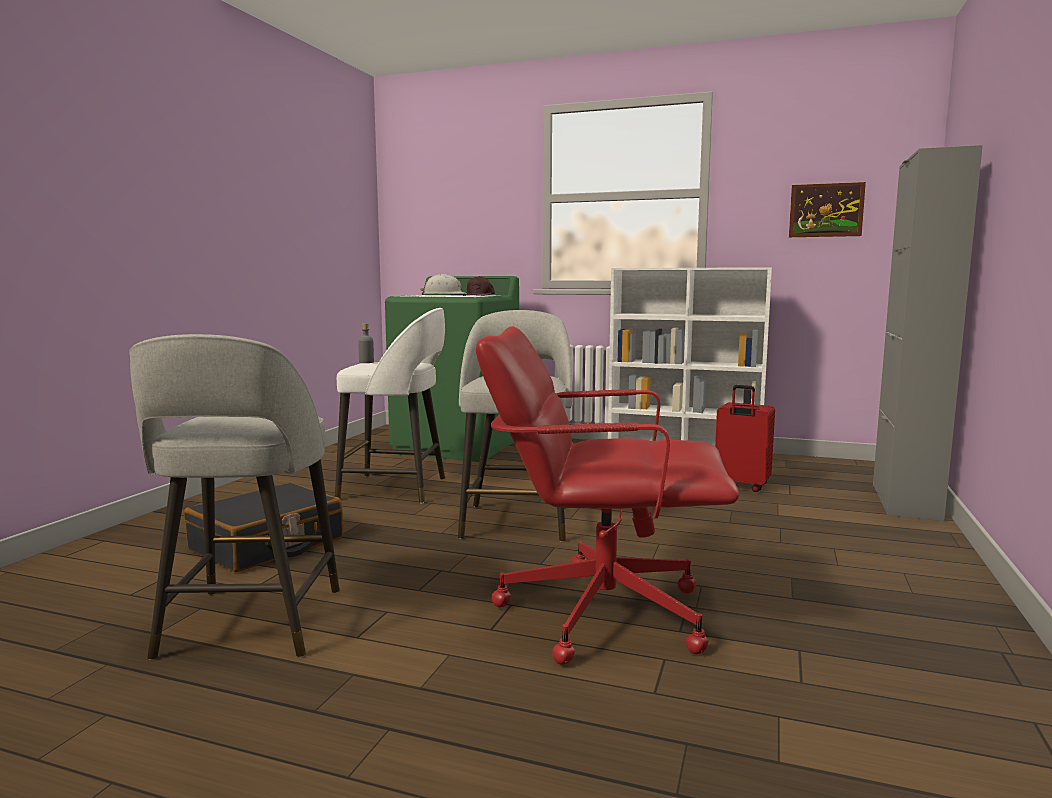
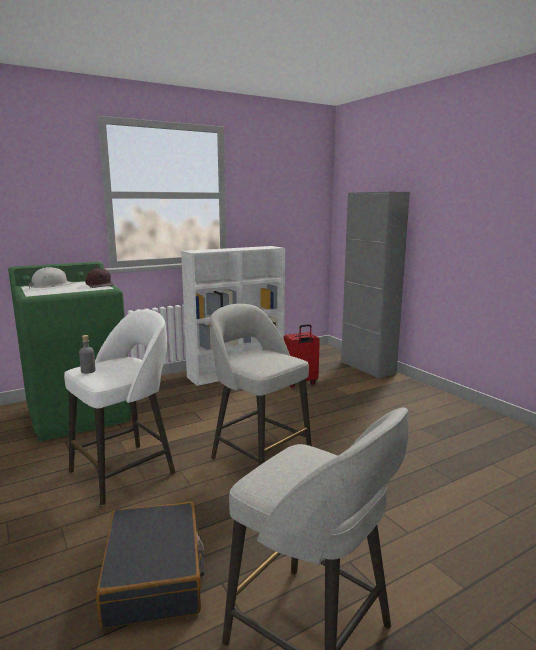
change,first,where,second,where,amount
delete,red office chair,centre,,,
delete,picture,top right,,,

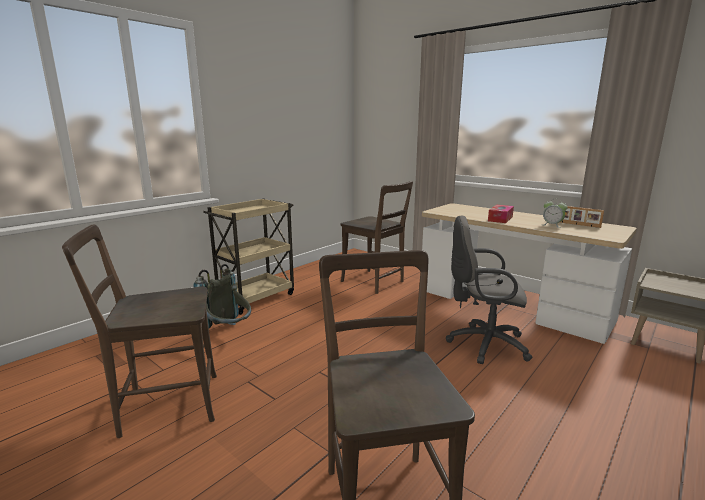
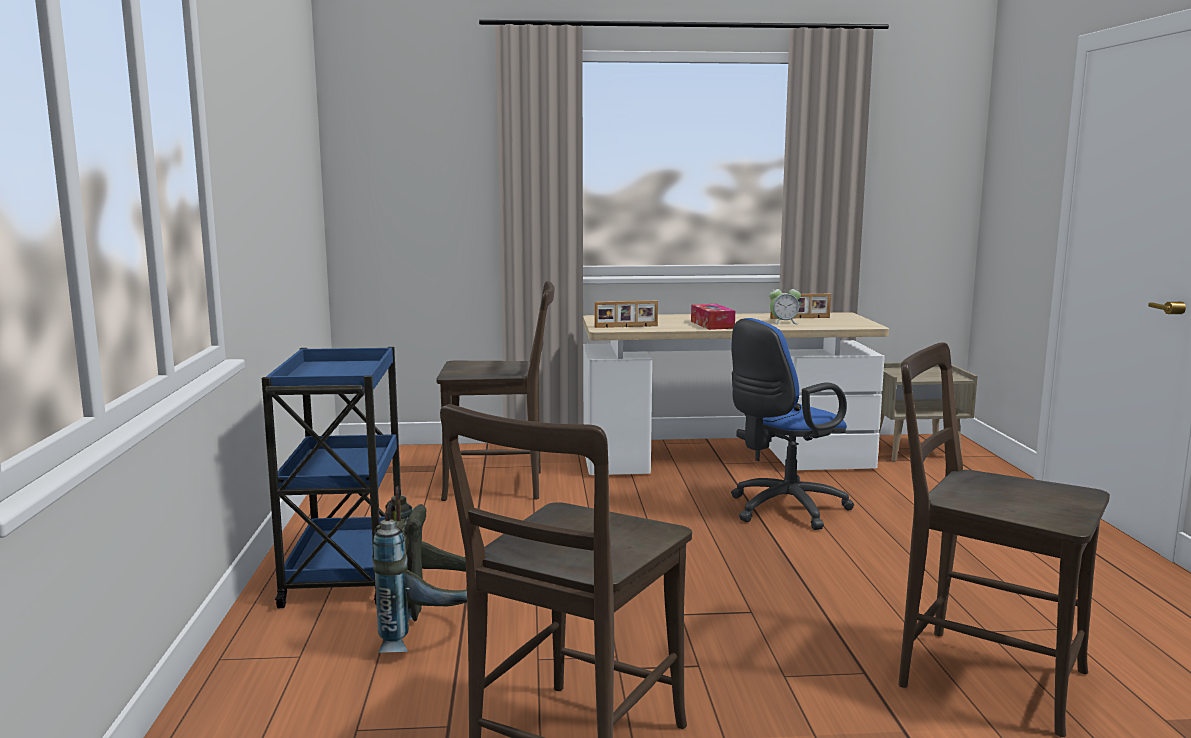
change,first,where,second,where,amount
insert,,,picture frame (1st from left),centre,
recolor,beige cart,centre,blue cart,middle left,
recolor,grey office chair,middle right,blue office chair,centre,

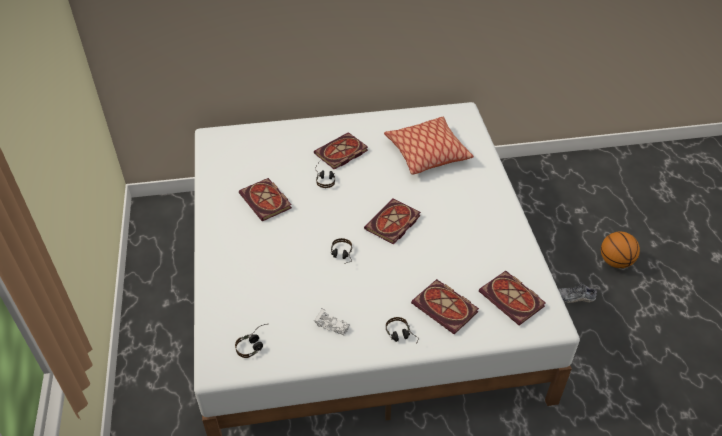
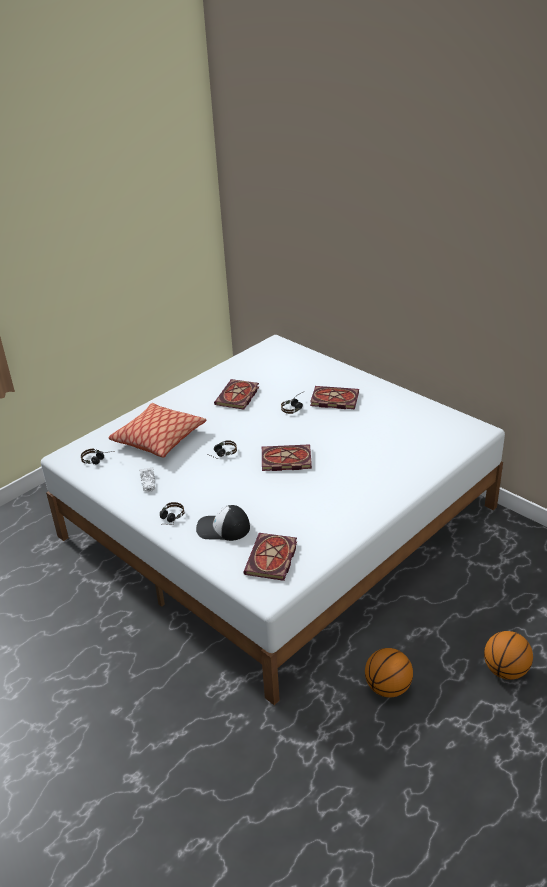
change,first,where,second,where,amount
delete,shoe,bottom right,,,
insert,,,basketball (1st from left),bottom right,
move,pillow,centre,,middle left,
replace,book (4th from left),bottom centre,cap,centre,

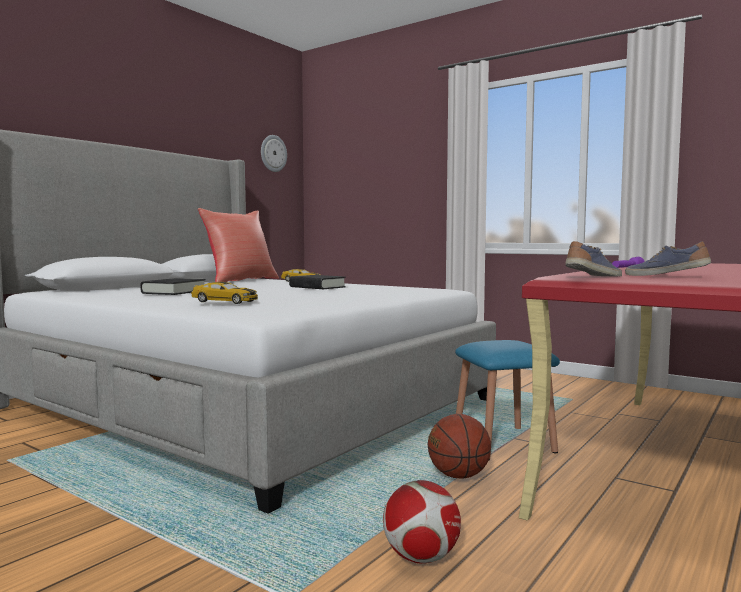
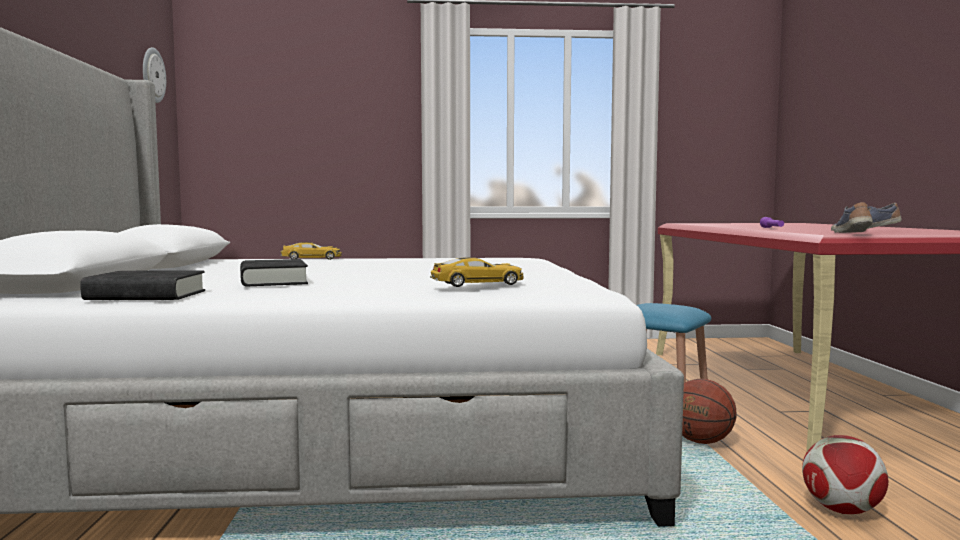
change,first,where,second,where,amount
delete,red pillow,middle left,,,
move,black book (2nd from left in the first image),centre,black book (1st from left),middle left,

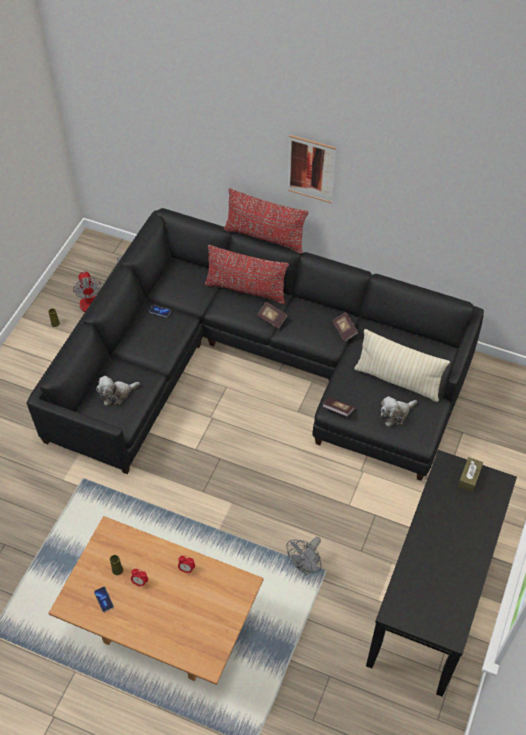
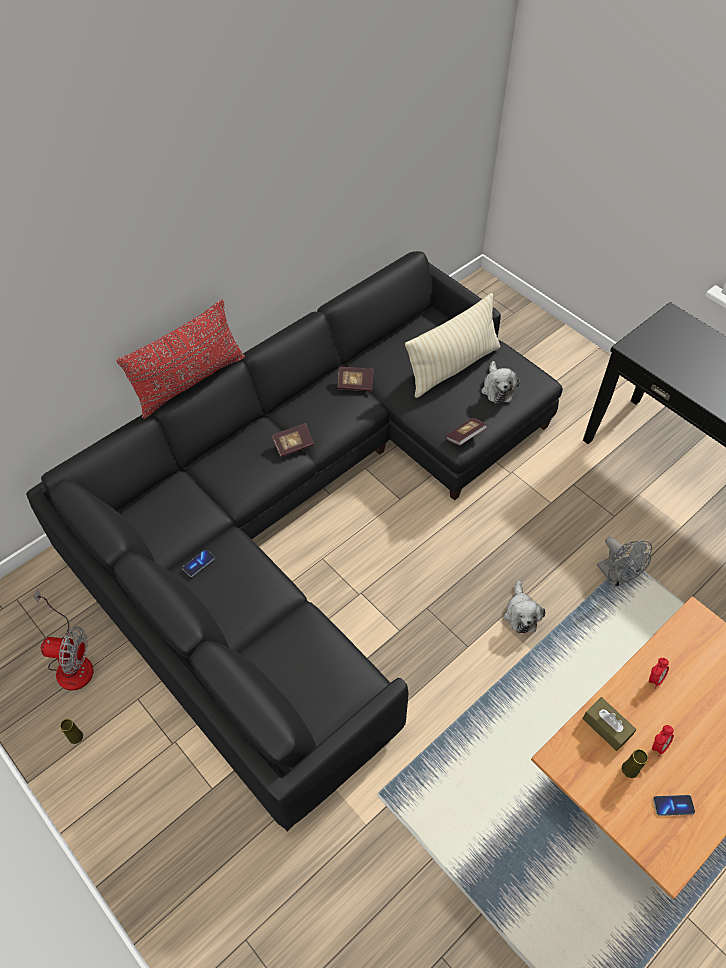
change,first,where,second,where,amount
delete,red pillow (1st from left),centre,,,
delete,picture,top centre,,,
move,plush toy (1st from left in the first image),middle left,plush toy (2nd from left),middle right,
move,brown tissue box,middle right,,bottom right,

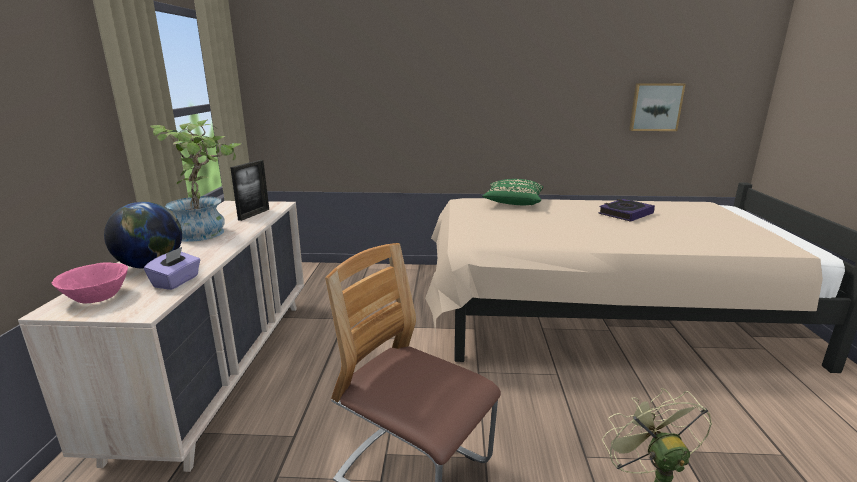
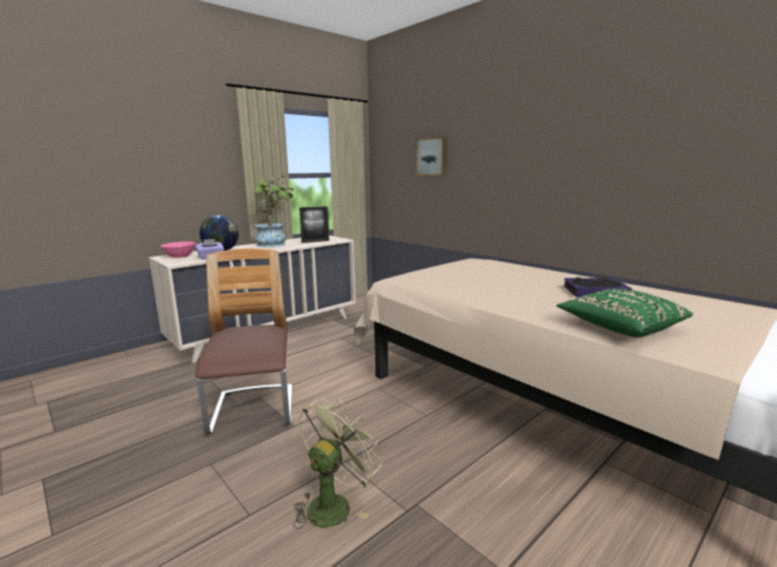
change,first,where,second,where,amount
move,green pillow,centre,,middle right,
move,picture,top right,,top centre,

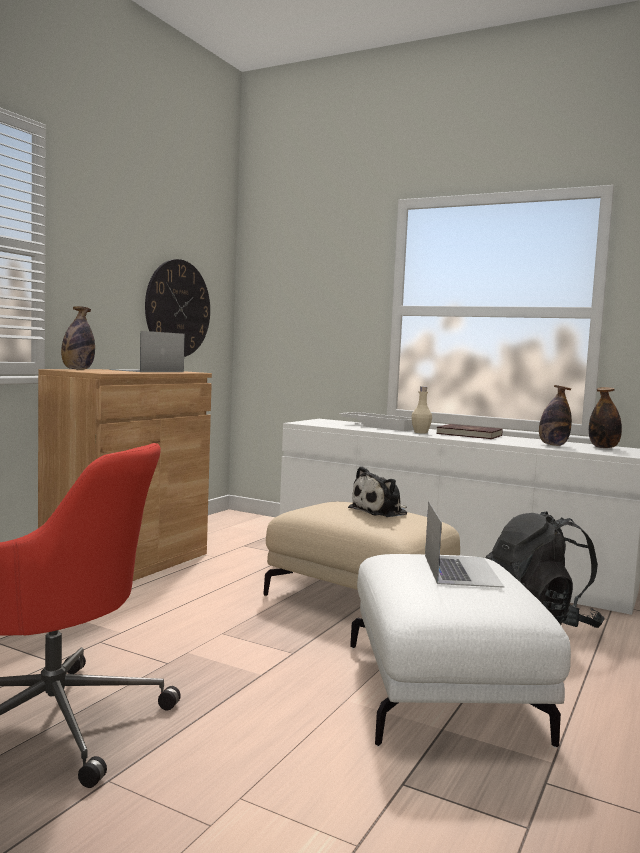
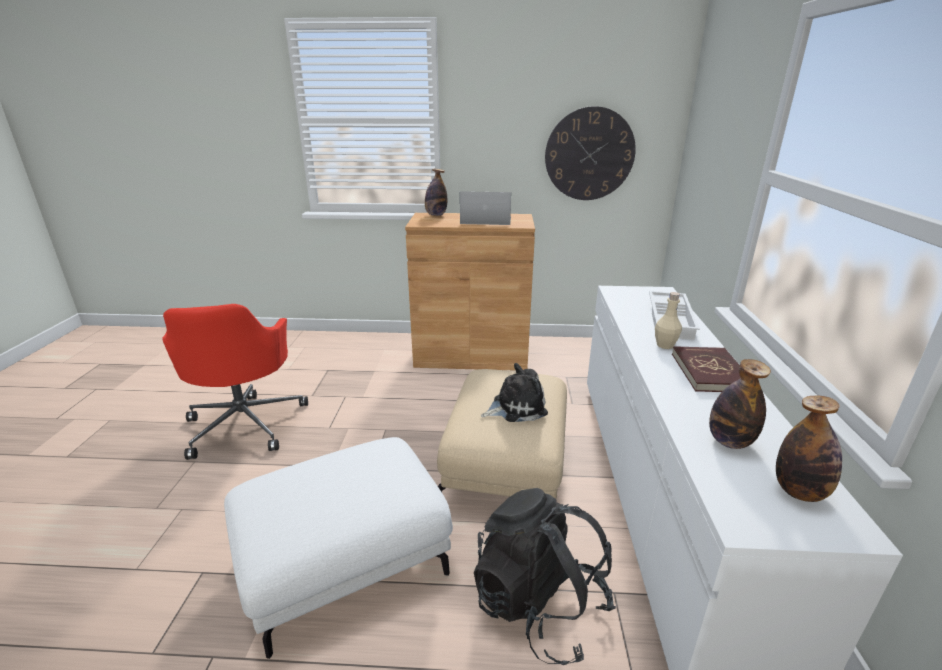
change,first,where,second,where,amount
delete,laptop (2nd from left),middle right,,,
rotate,plush toy,centre,,centre,135 degrees clockwise

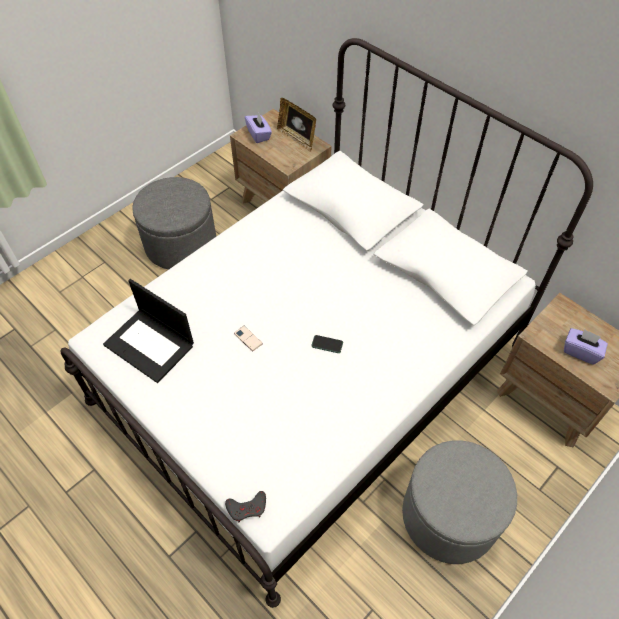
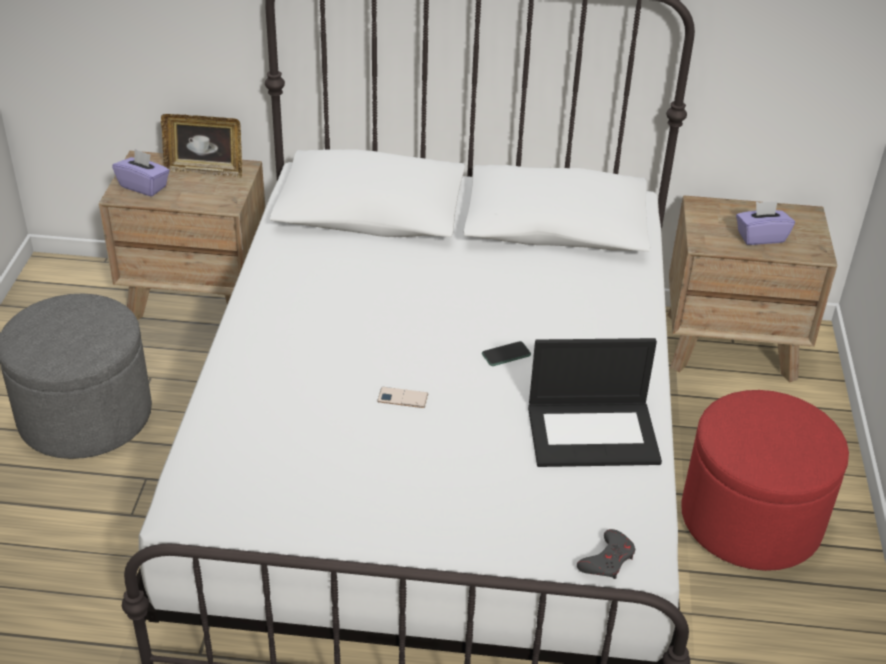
change,first,where,second,where,amount
move,laptop,middle left,,middle right,
recolor,grey ottoman (2nd from left),bottom right,red ottoman,bottom right,

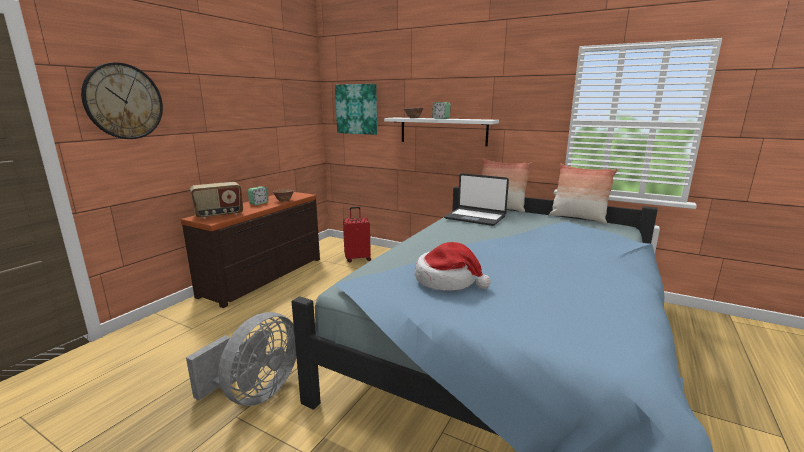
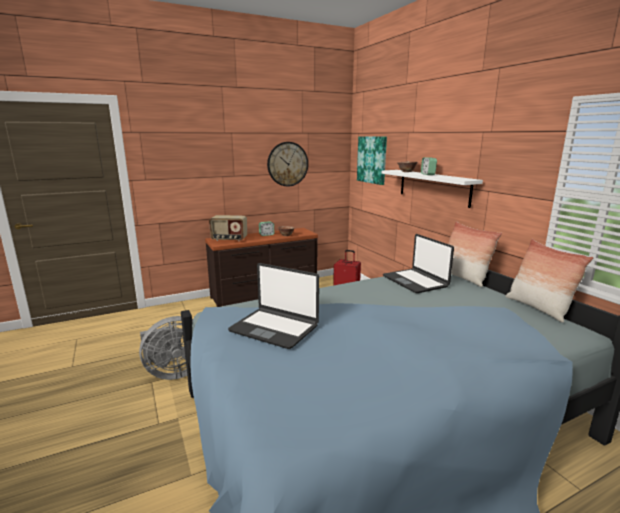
change,first,where,second,where,amount
move,wall clock,top left,,top centre,
replace,hat,centre,laptop (1st from left),centre,

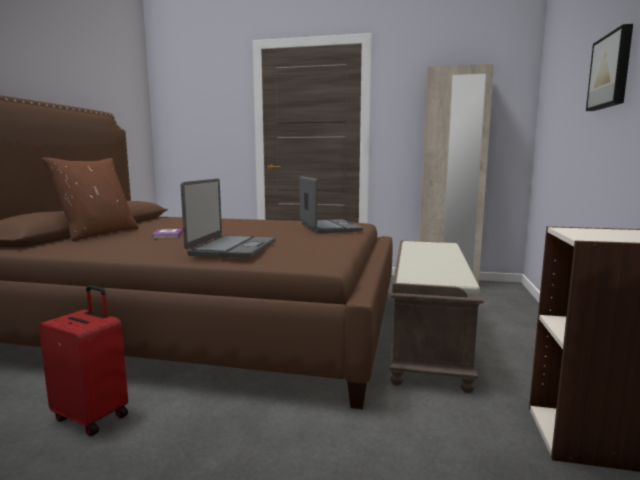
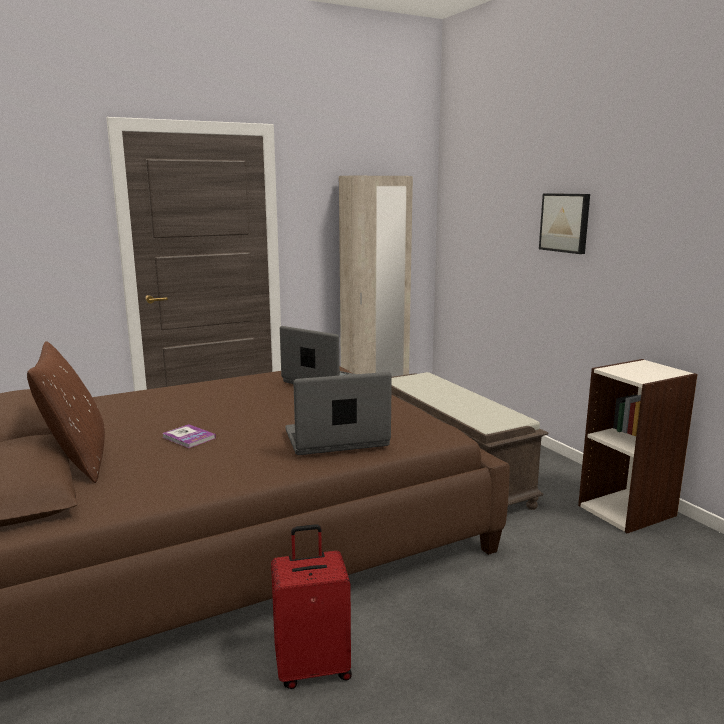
change,first,where,second,where,amount
rotate,laptop (1st from left in the first image),centre,laptop (2nd from left),centre,75 degrees counterclockwise

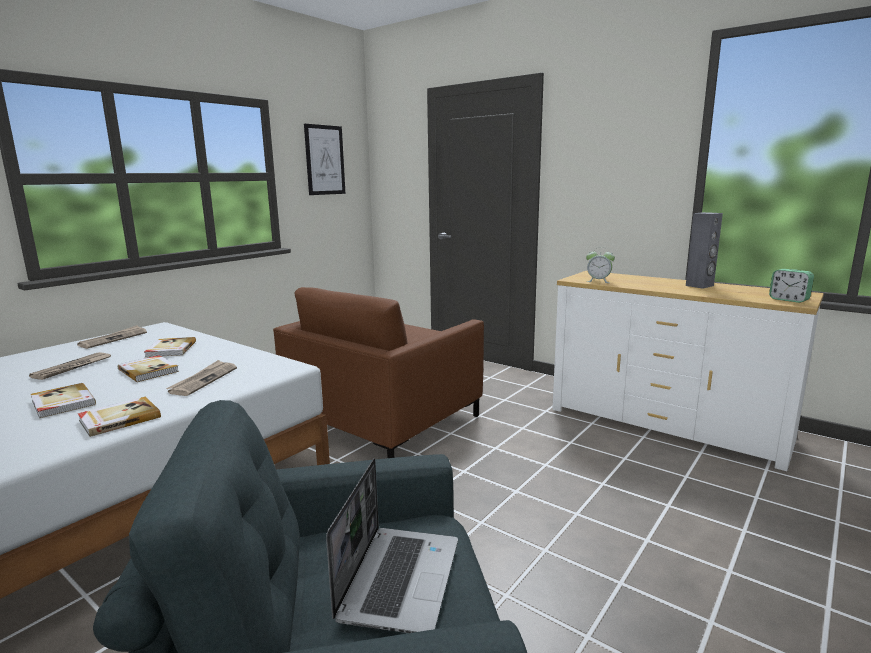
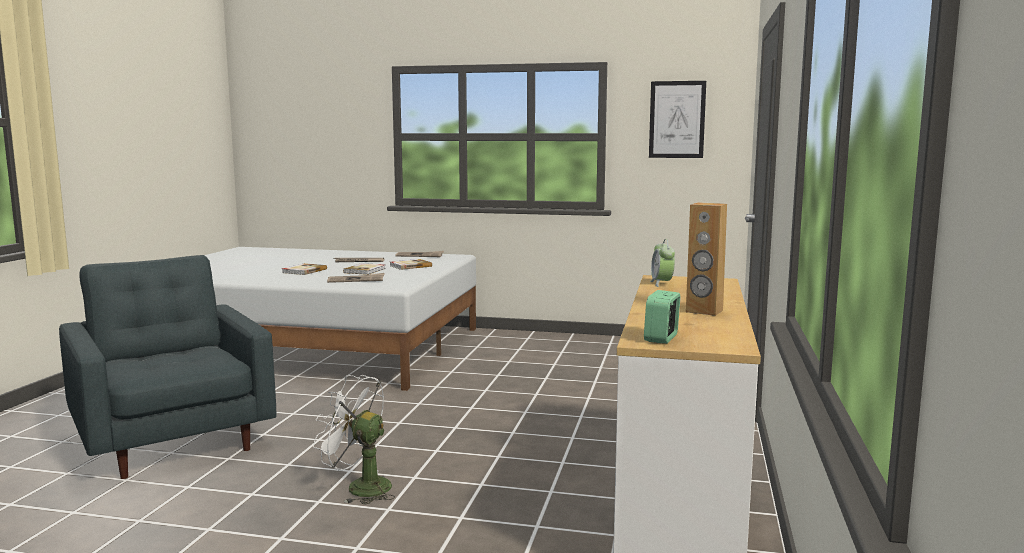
change,first,where,second,where,amount
delete,book (2nd from left),middle left,,,
delete,brown armchair,centre,,,
delete,laptop,bottom centre,,,
insert,,,white fan,bottom centre,
recolor,grey speaker,middle right,brown speaker,middle right,

